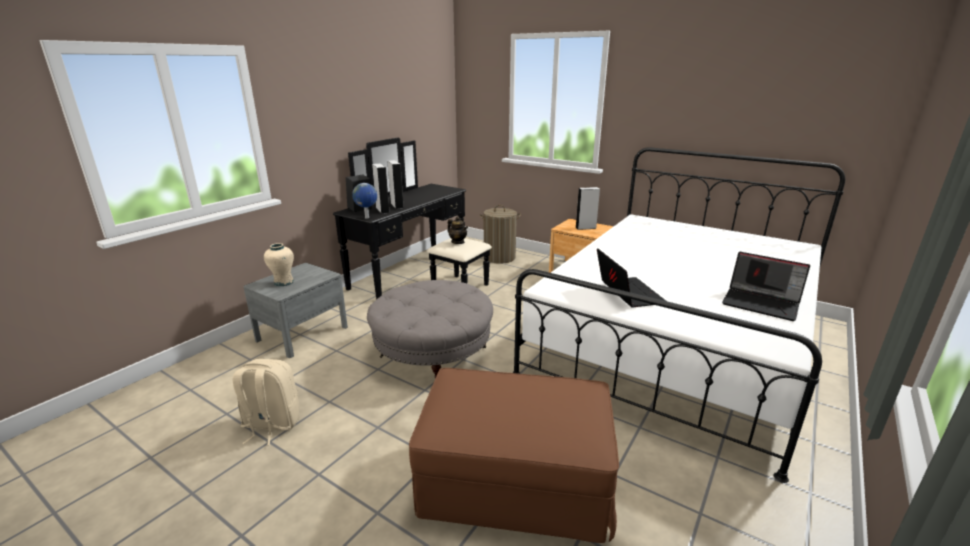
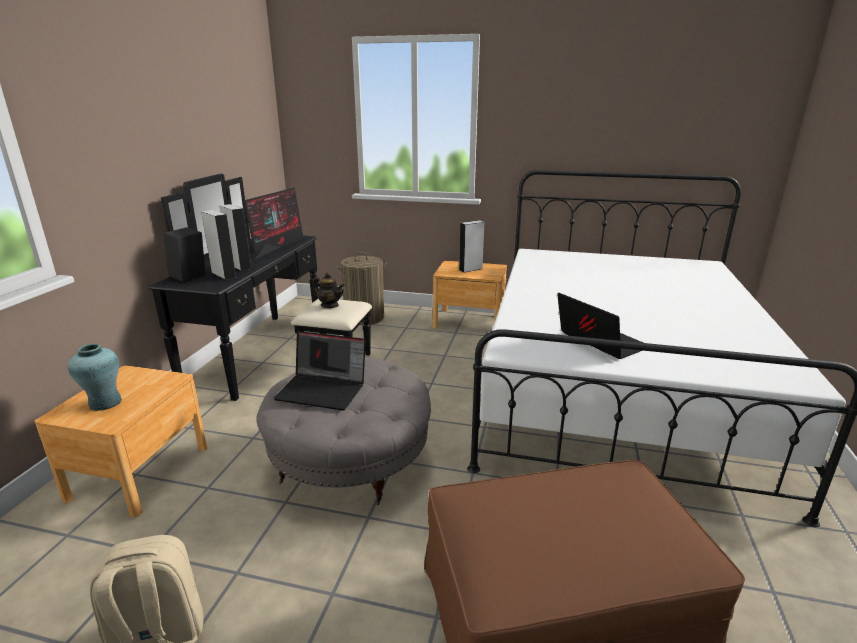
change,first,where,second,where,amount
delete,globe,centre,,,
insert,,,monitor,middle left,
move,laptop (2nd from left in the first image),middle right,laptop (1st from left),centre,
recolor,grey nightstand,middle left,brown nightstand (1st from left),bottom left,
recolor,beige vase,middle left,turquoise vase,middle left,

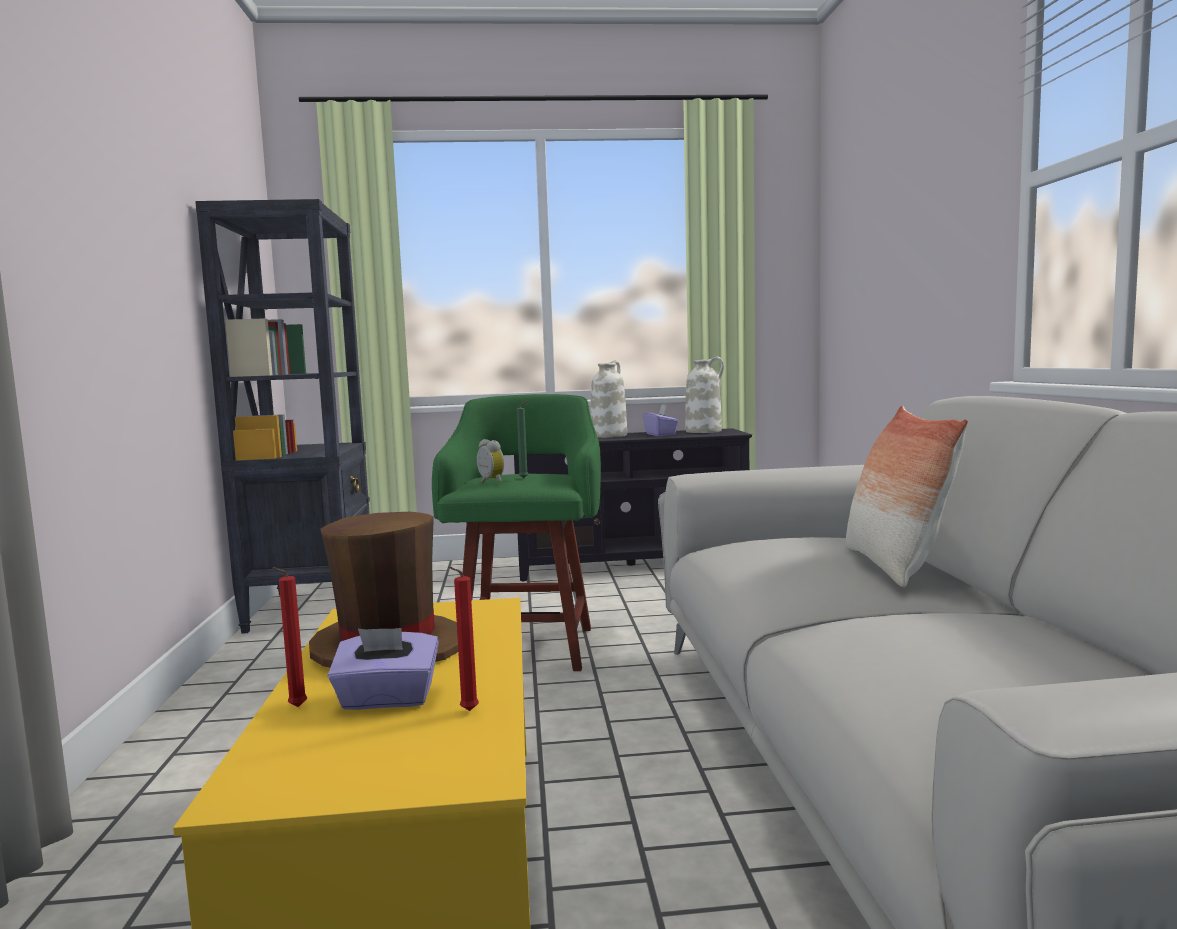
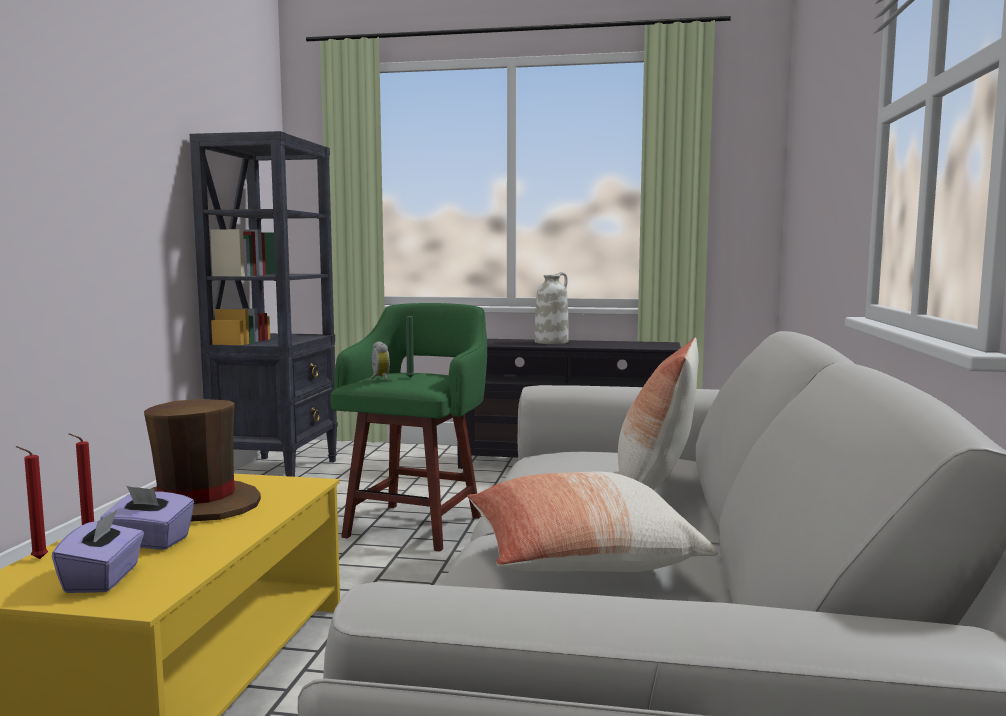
change,first,where,second,where,amount
delete,white vase (2nd from left),centre,,,
insert,,,pillow (1st from left),bottom centre,
move,red candle (2nd from left in the first image),bottom centre,red candle (1st from left),bottom left,
move,purple tissue box (2nd from left in the first image),centre,purple tissue box (1st from left),bottom left,

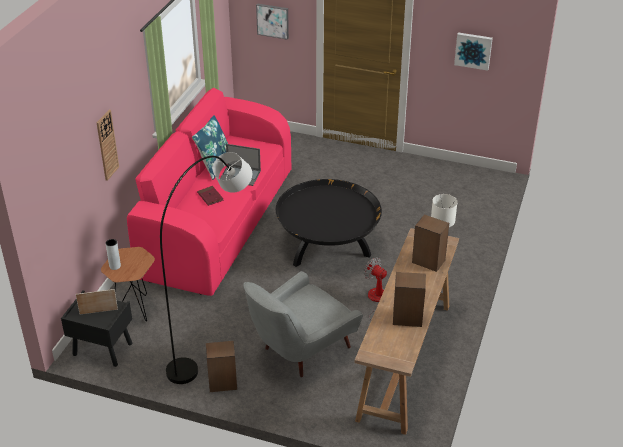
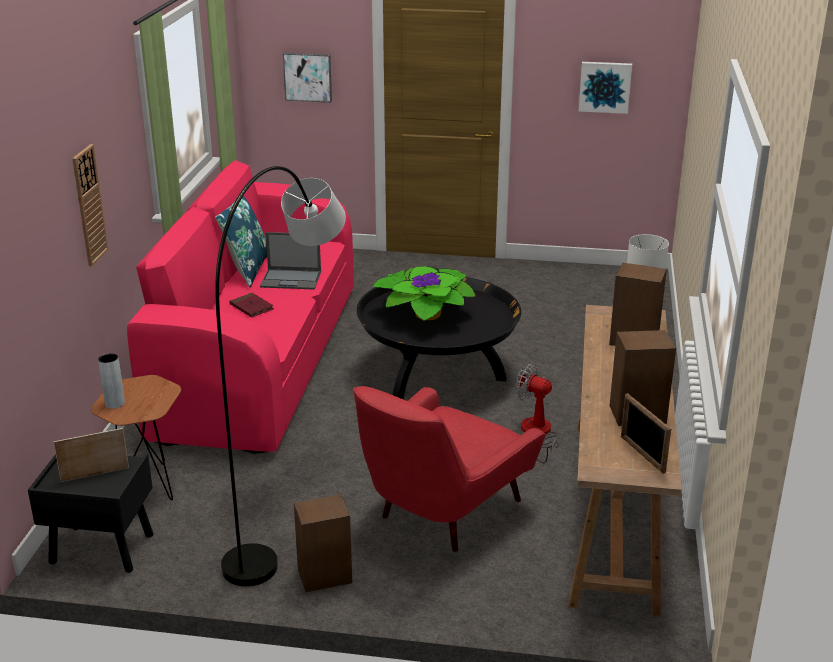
change,first,where,second,where,amount
insert,,,potted plant,centre,
insert,,,picture frame (2nd from left),middle right,
recolor,grey armchair,bottom centre,red armchair,bottom centre,

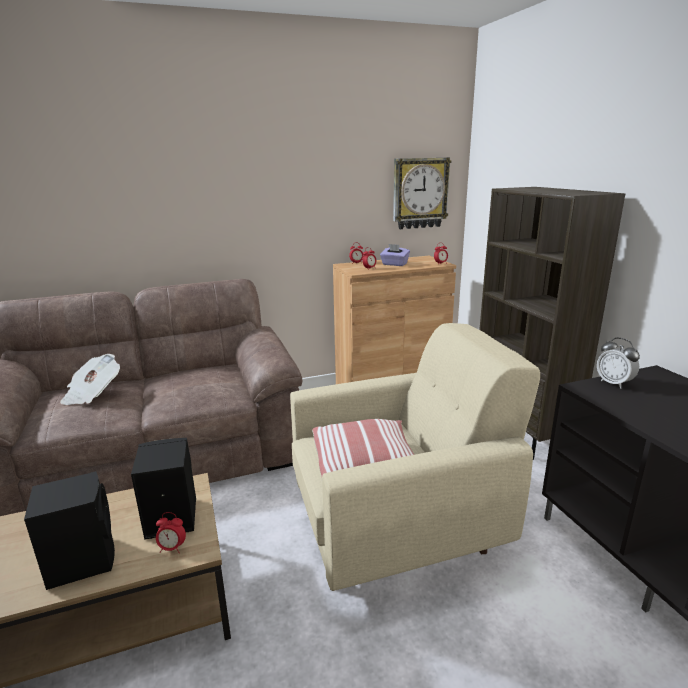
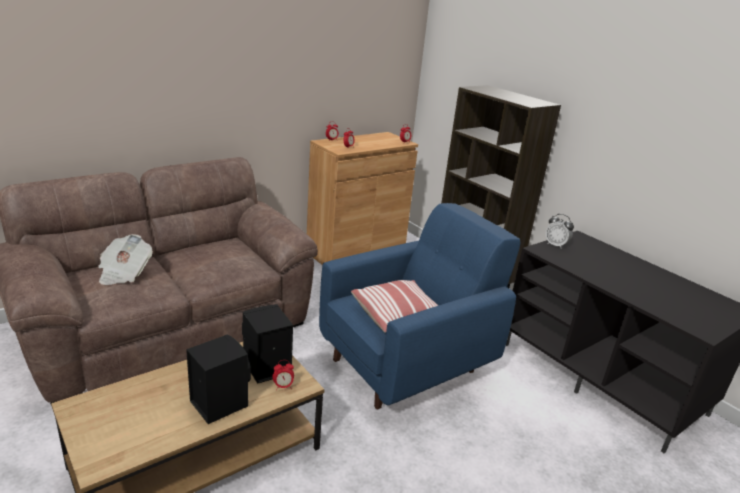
change,first,where,second,where,amount
delete,purple tissue box,centre,,,
delete,wall clock,top centre,,,
recolor,beige armchair,centre,blue armchair,centre,

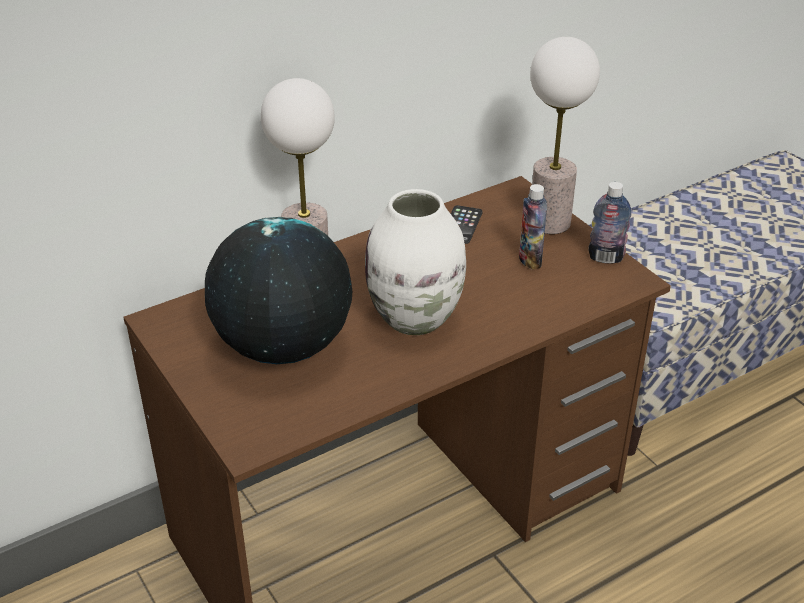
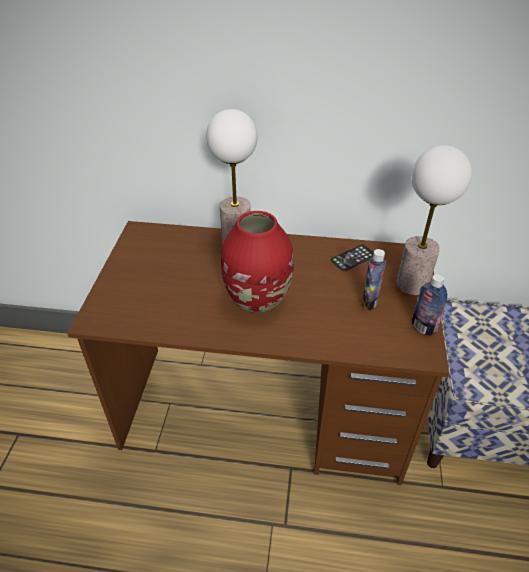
change,first,where,second,where,amount
delete,globe,centre,,,
recolor,white vase,centre,red vase,centre,

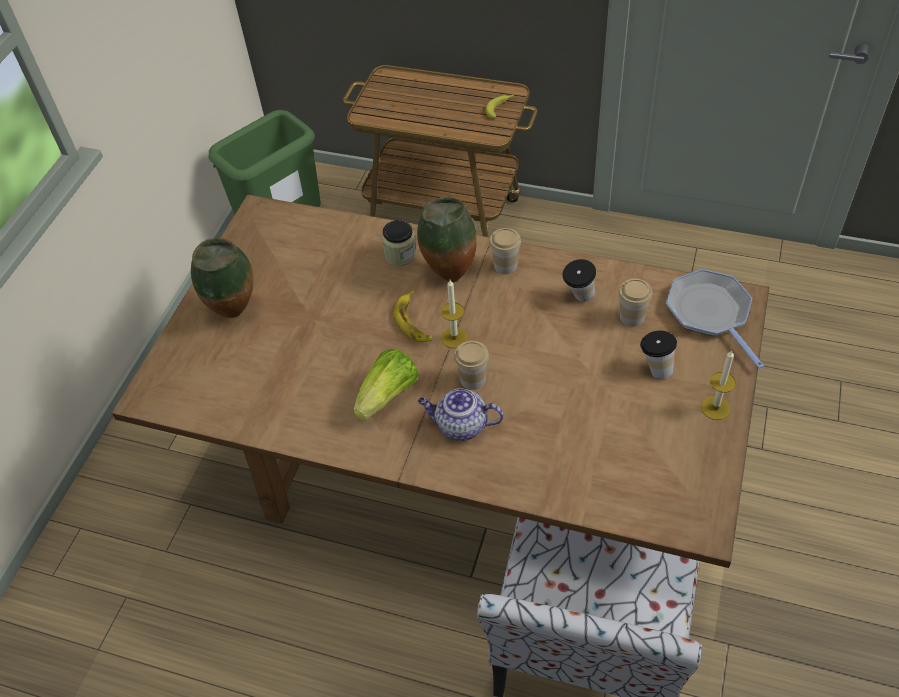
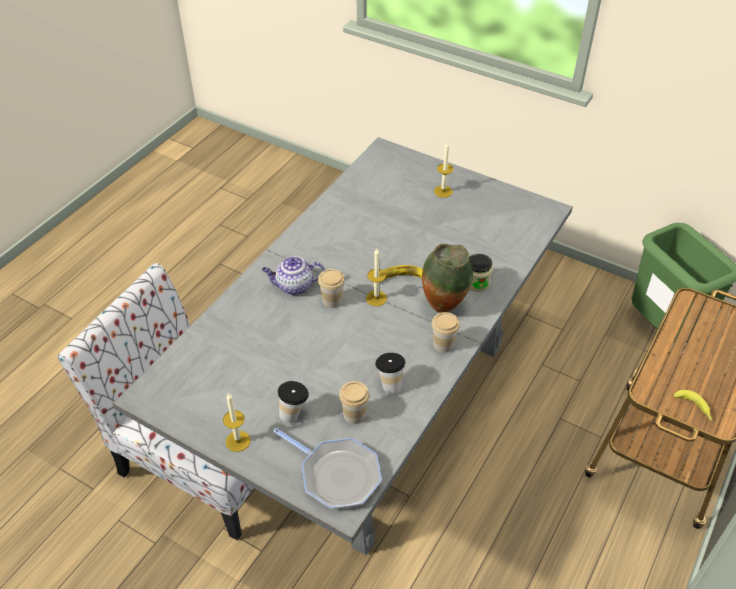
change,first,where,second,where,amount
delete,lettuce,centre,,,
replace,vase (1st from left),middle left,candle (3rd from left),top centre,
recolor,brown dining table,centre,grey dining table,centre,
rotate,teapot,centre,,centre,120 degrees counterclockwise
rotate,frying pan,middle right,,bottom centre,45 degrees clockwise

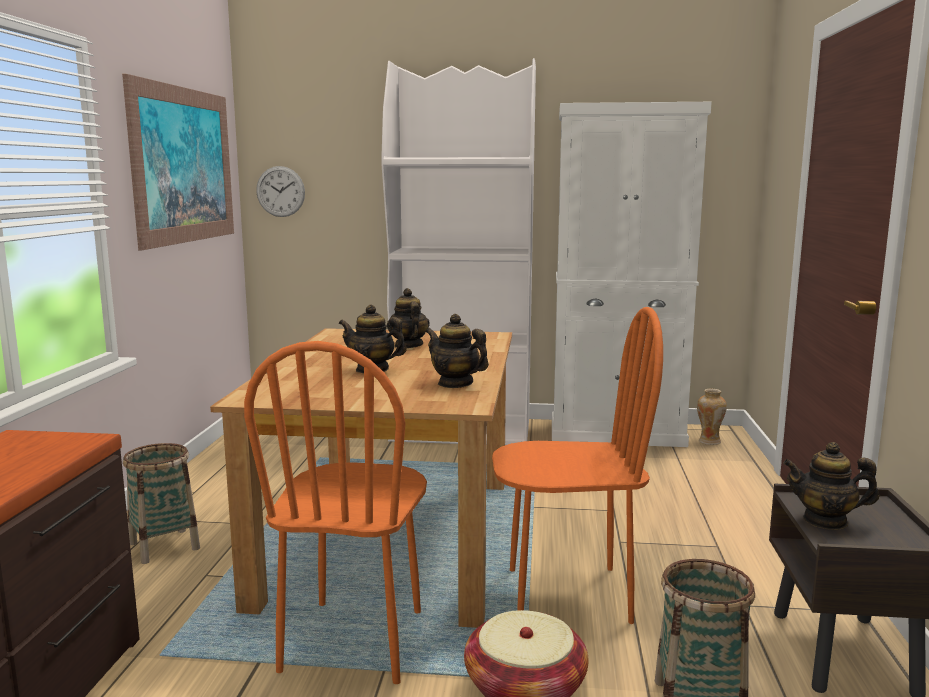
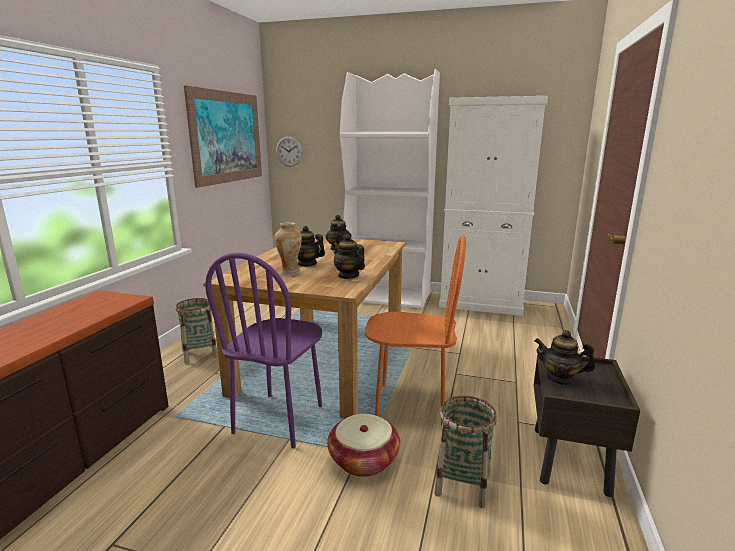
change,first,where,second,where,amount
move,vase,middle right,,centre,
recolor,orange chair (1st from left),bottom centre,purple chair,centre,

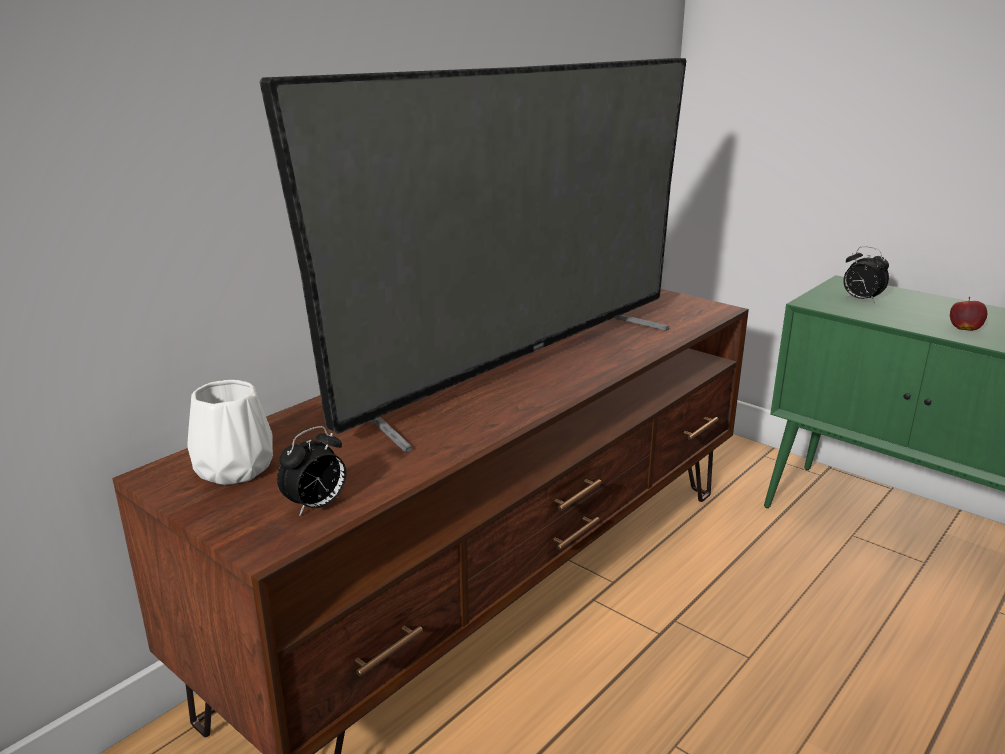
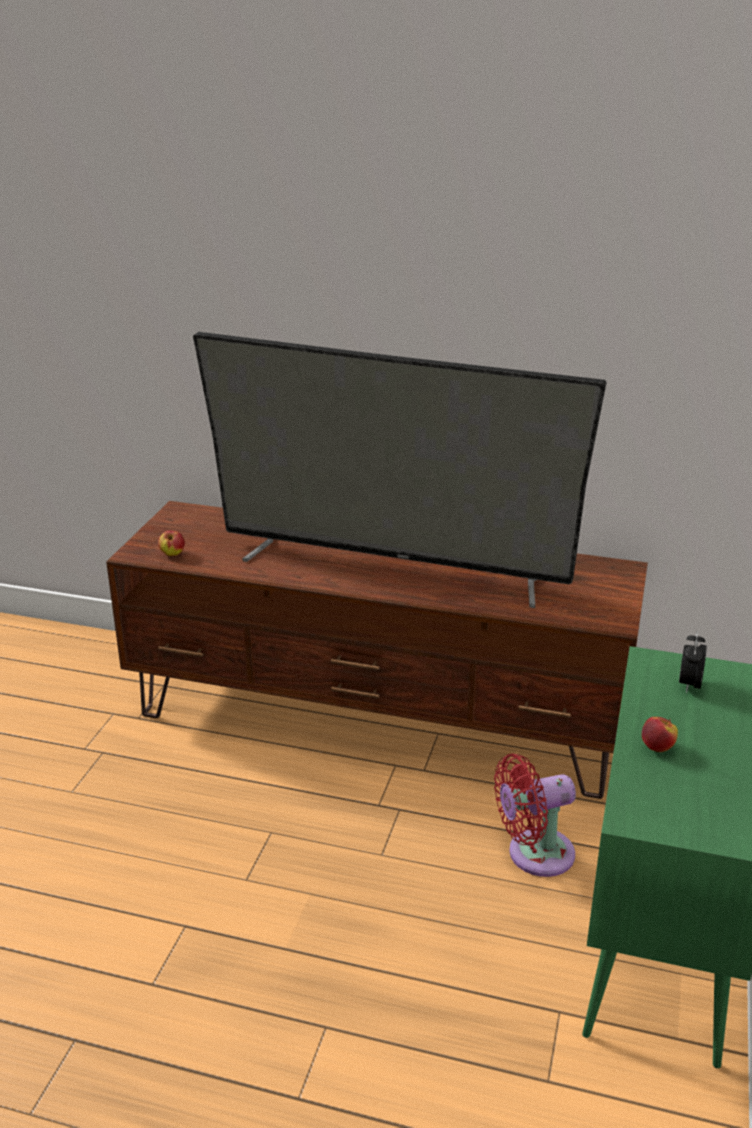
change,first,where,second,where,amount
delete,white vase,middle left,,,
insert,,,red fan,bottom right,
replace,alarm clock (1st from left),middle left,apple (1st from left),middle left,

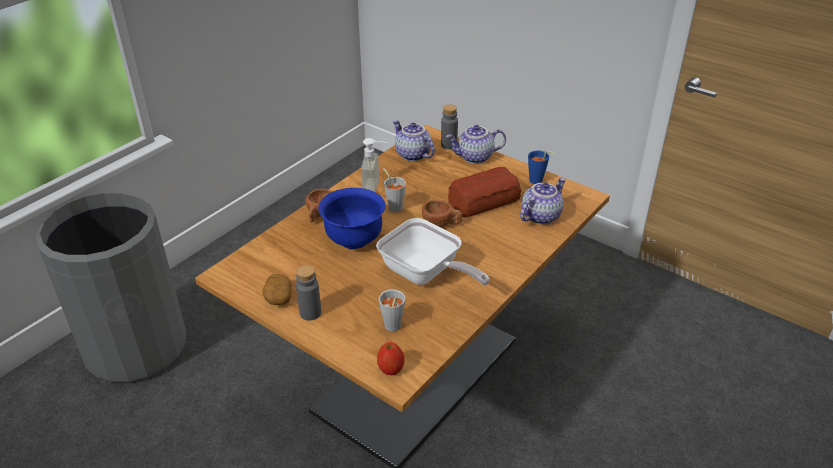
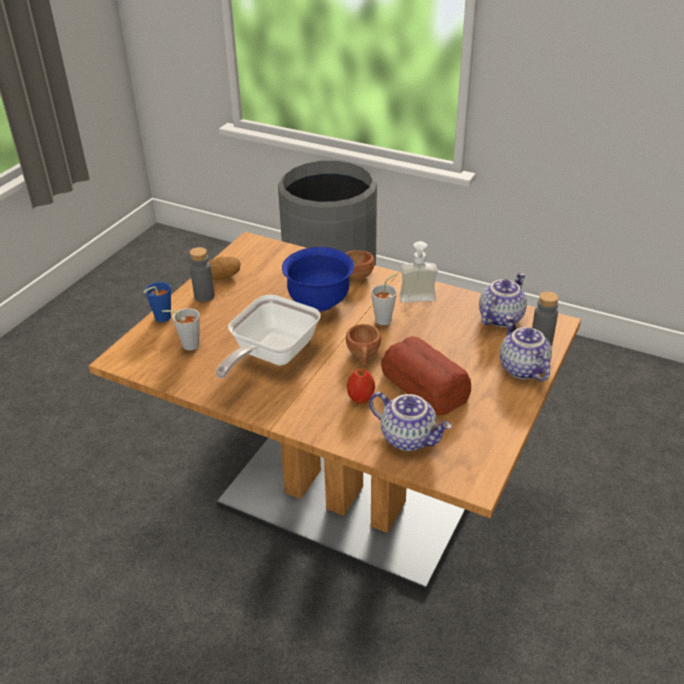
change,first,where,second,where,amount
move,apple,bottom centre,,centre,
move,blue cup,centre,,middle left,

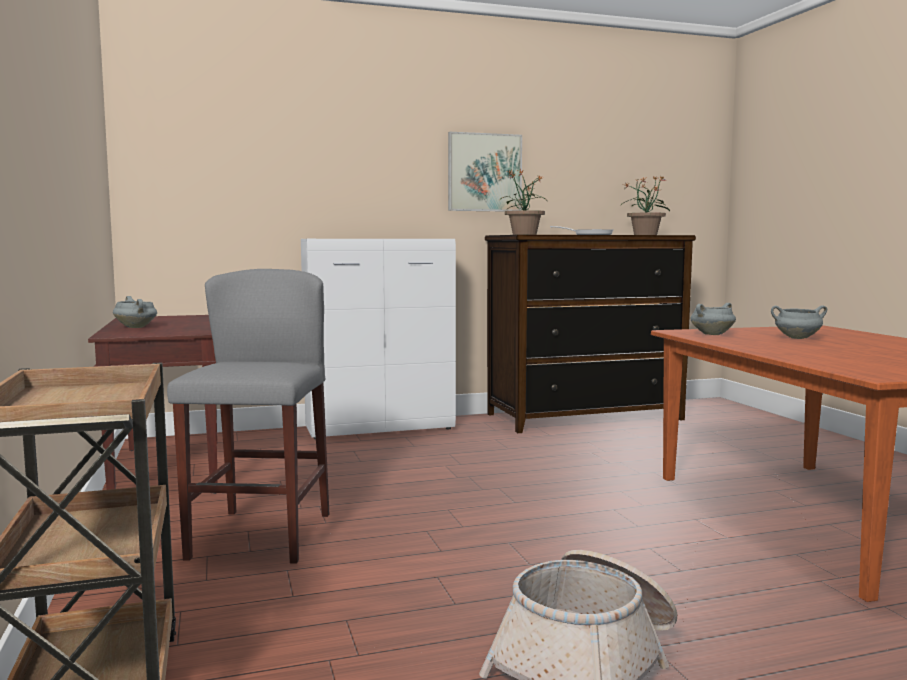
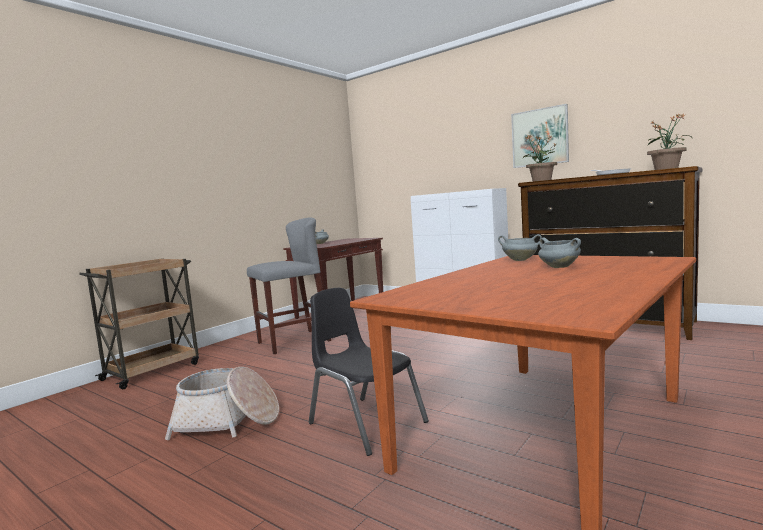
change,first,where,second,where,amount
insert,,,black chair,bottom centre,

